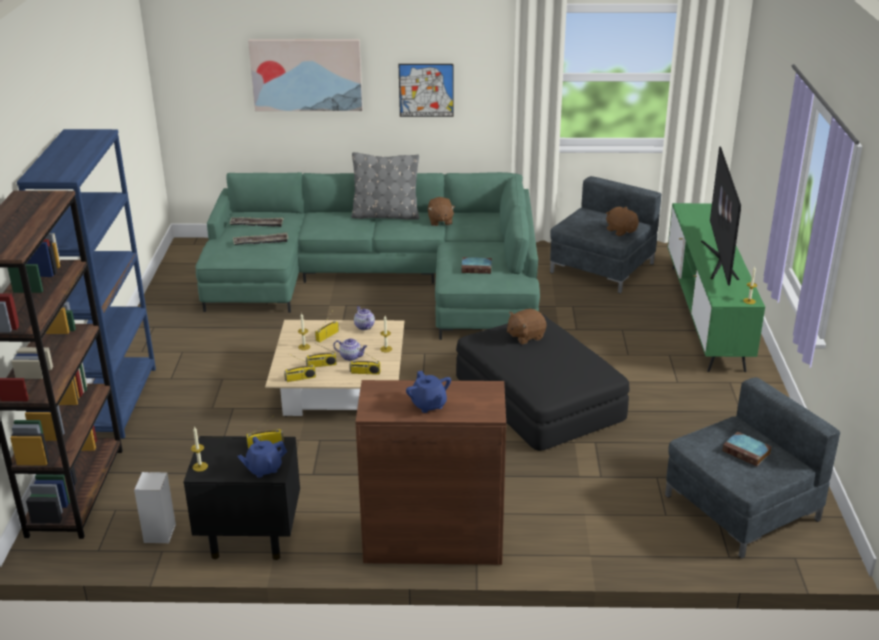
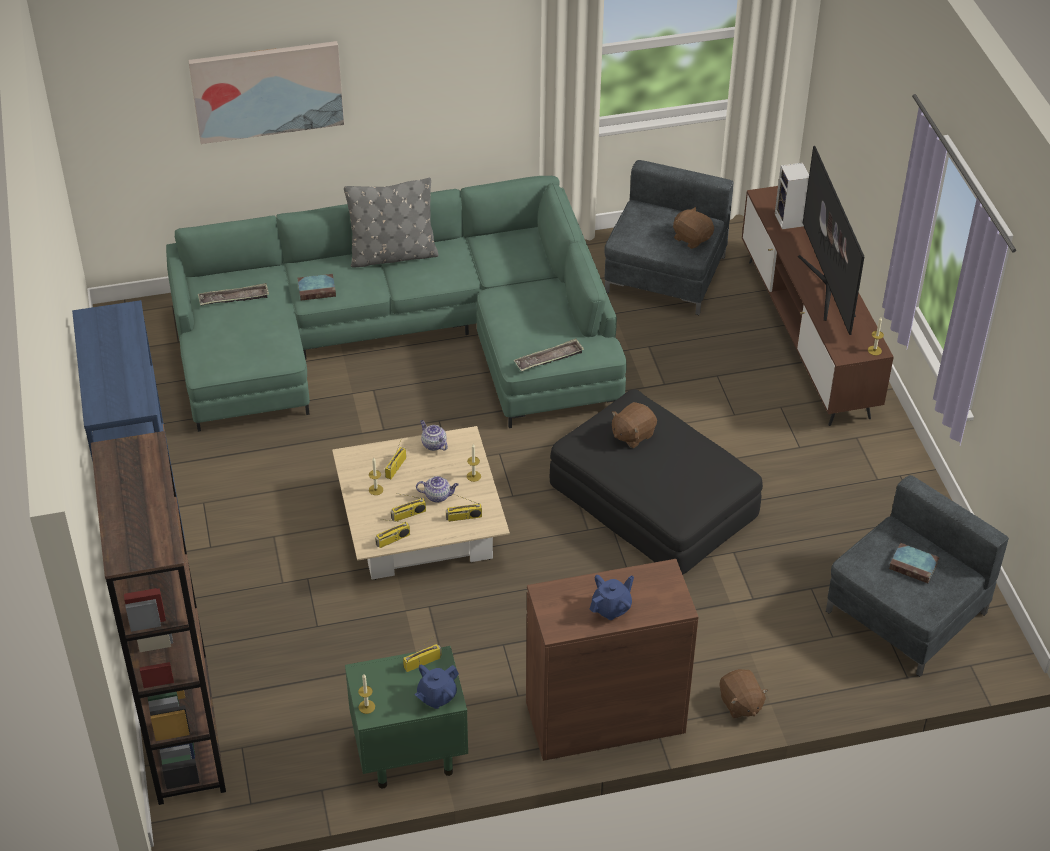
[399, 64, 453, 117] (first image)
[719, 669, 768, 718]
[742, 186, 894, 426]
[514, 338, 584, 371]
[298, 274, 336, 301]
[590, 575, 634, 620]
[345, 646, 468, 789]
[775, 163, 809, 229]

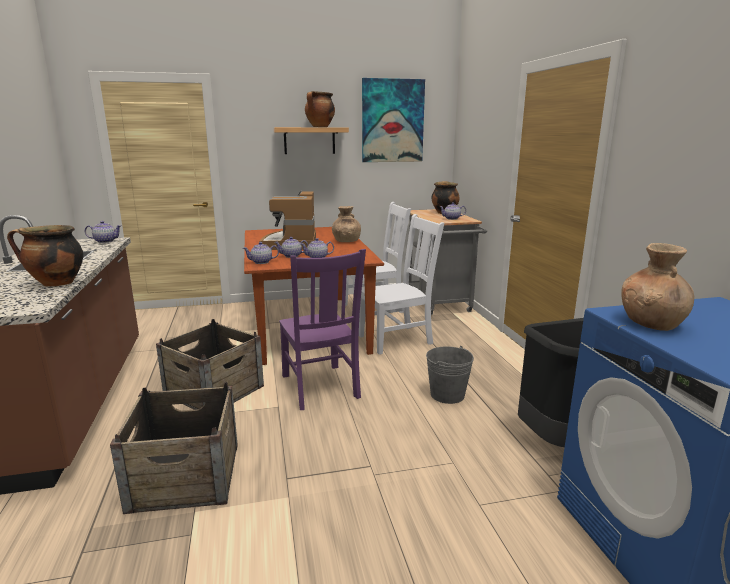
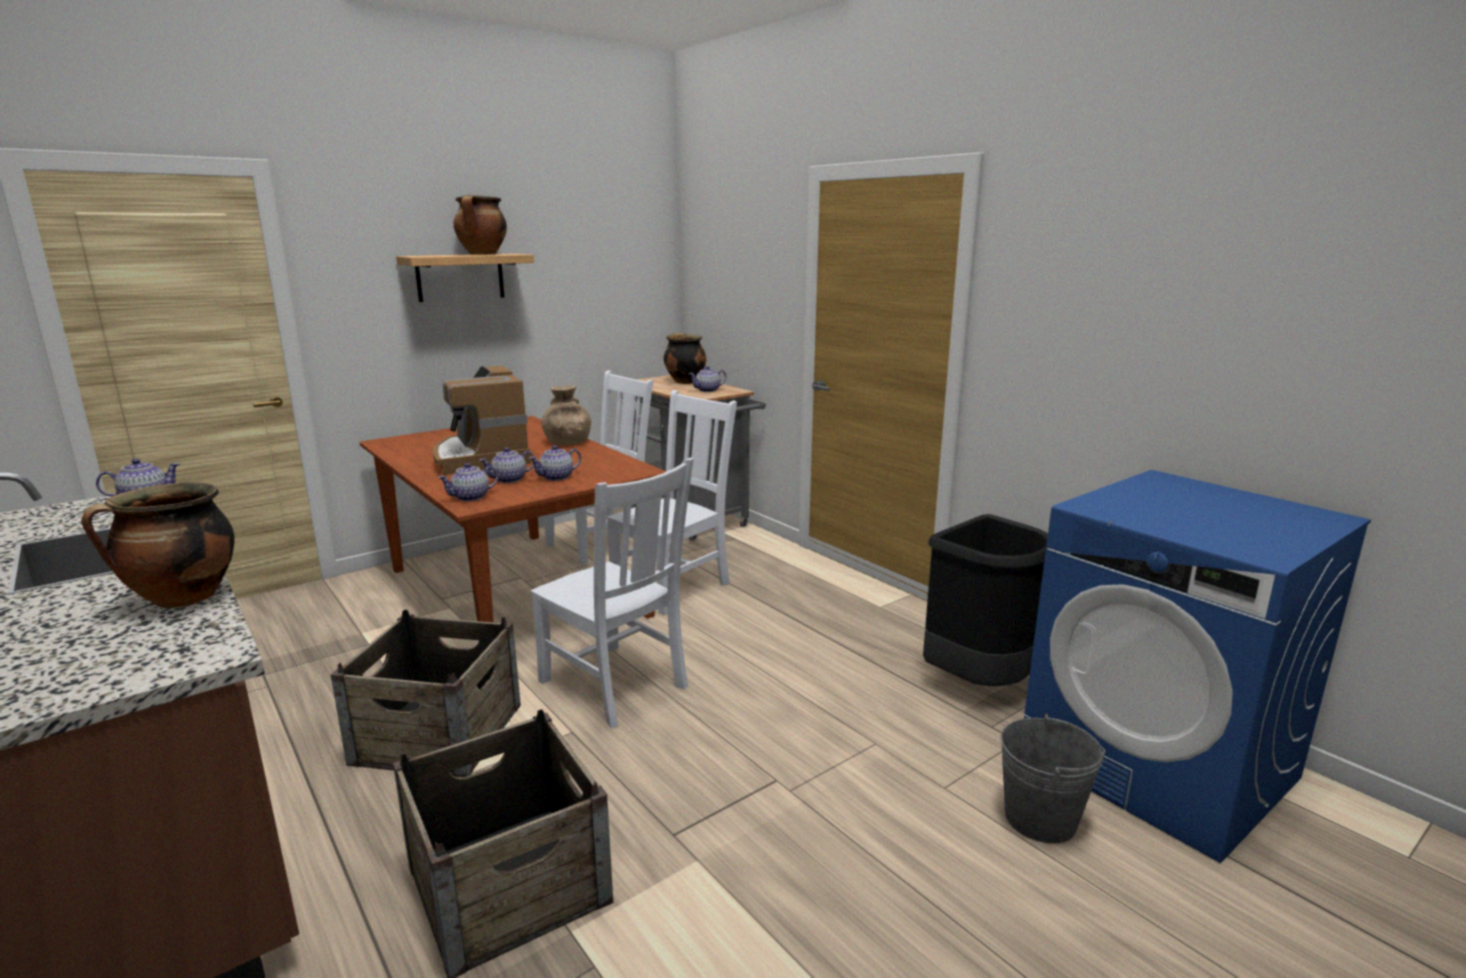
[362, 78, 425, 162] (first image)
[621, 243, 694, 331] (first image)
[531, 458, 694, 728]
[1001, 713, 1105, 844]

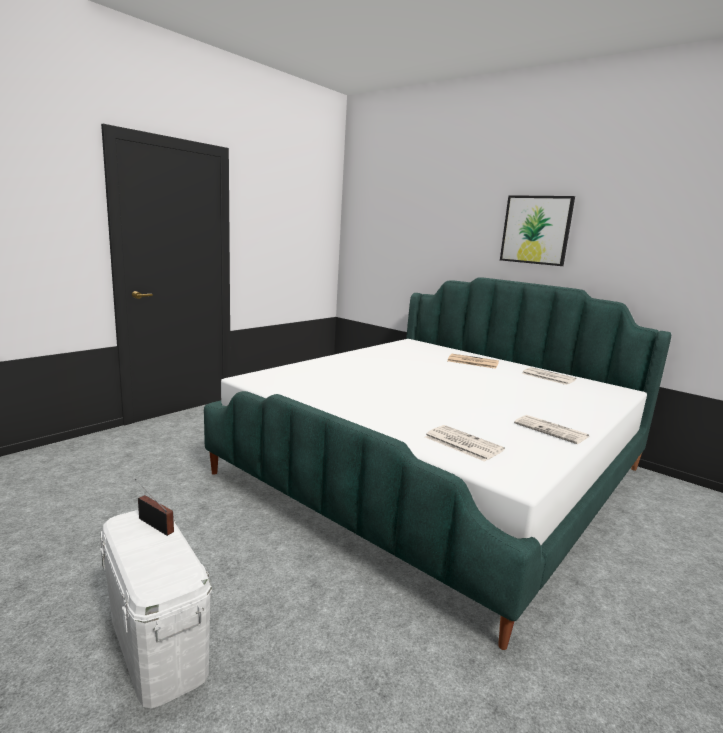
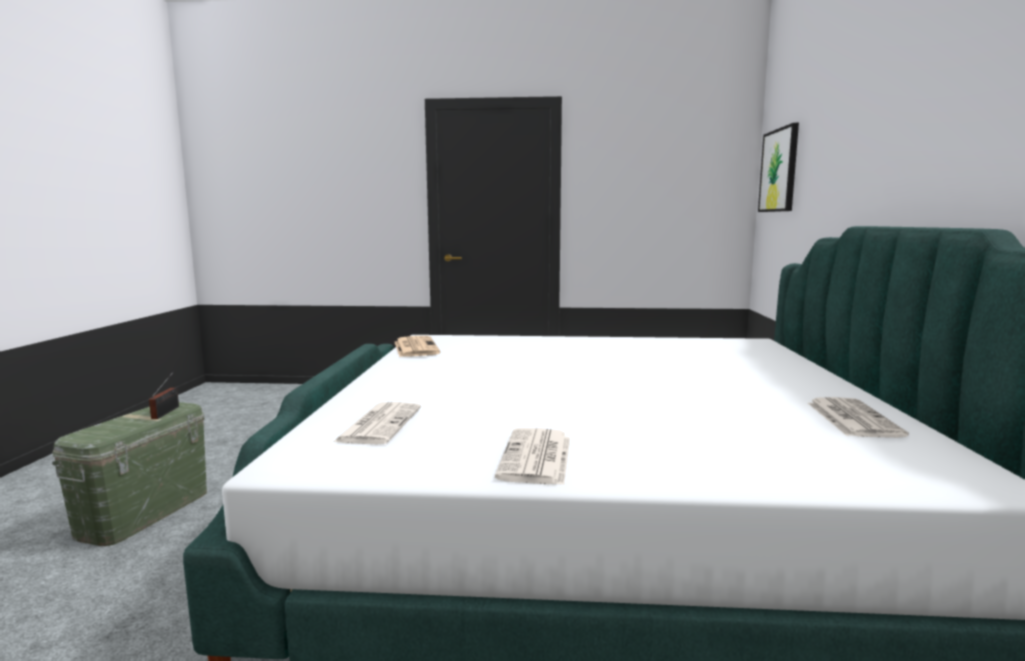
[758, 123, 799, 212]
[395, 336, 441, 357]
[52, 402, 207, 546]

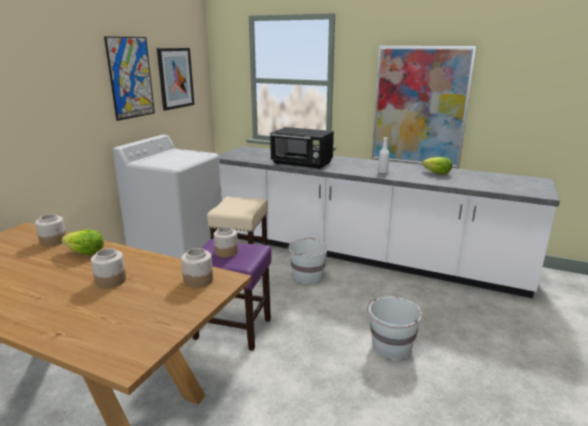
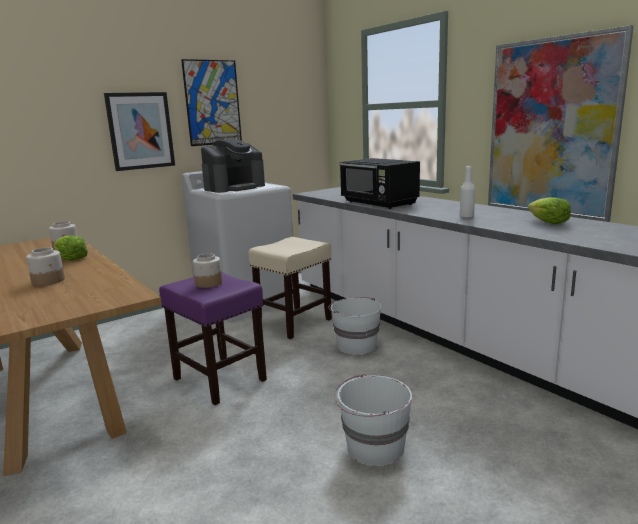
[104, 92, 175, 171]
[181, 248, 213, 288] (first image)
[201, 139, 265, 193]

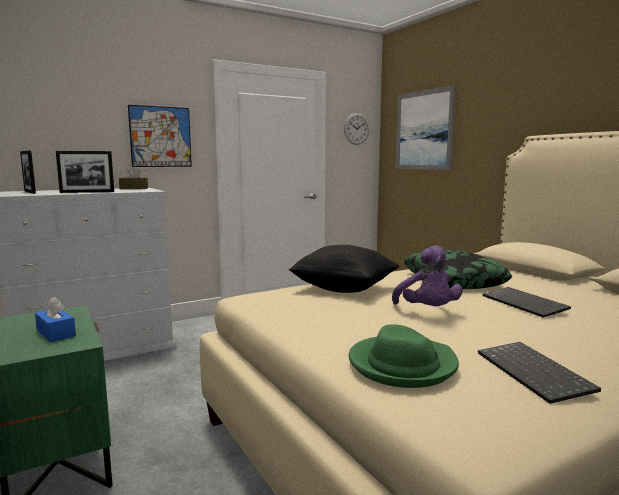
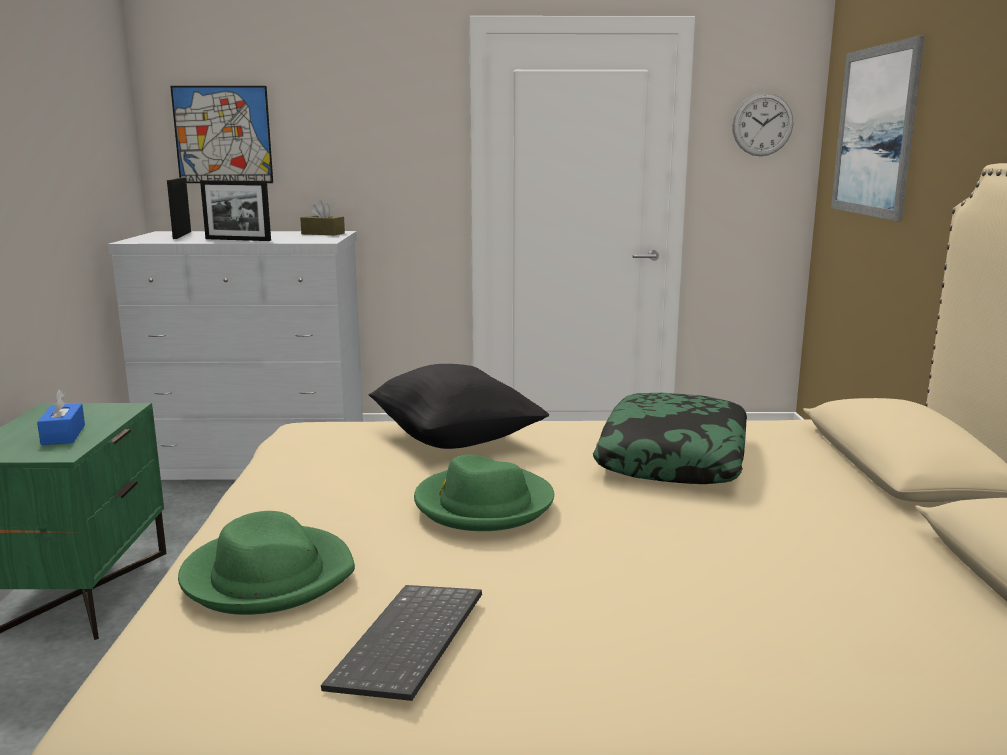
[170, 86, 273, 183]
[414, 454, 554, 531]
[483, 287, 571, 318] (first image)

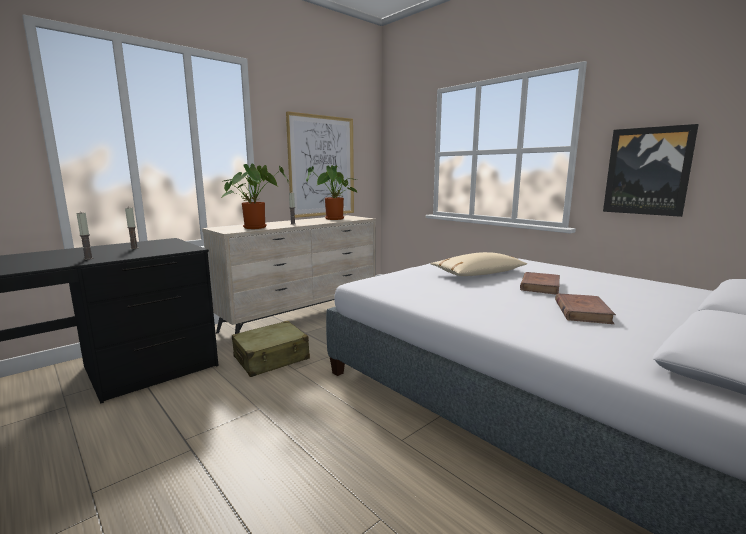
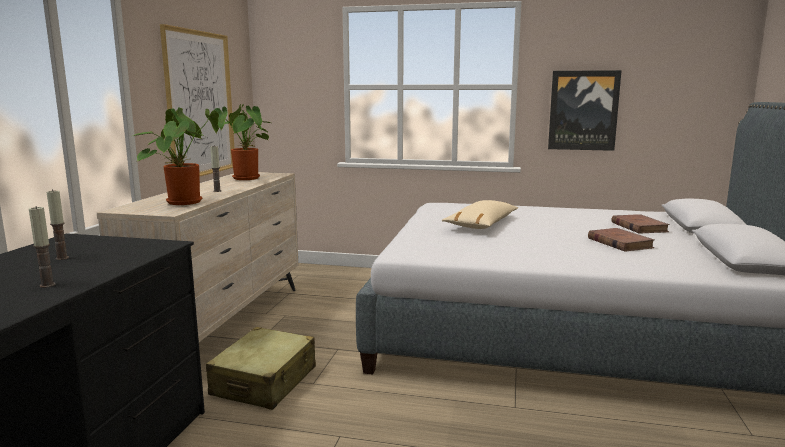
[611, 214, 670, 234]

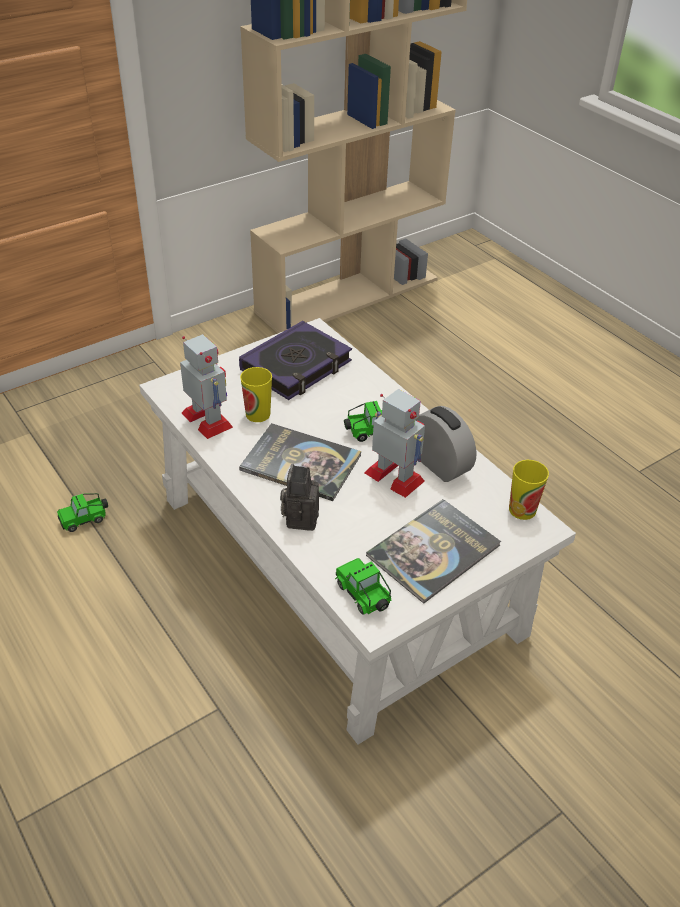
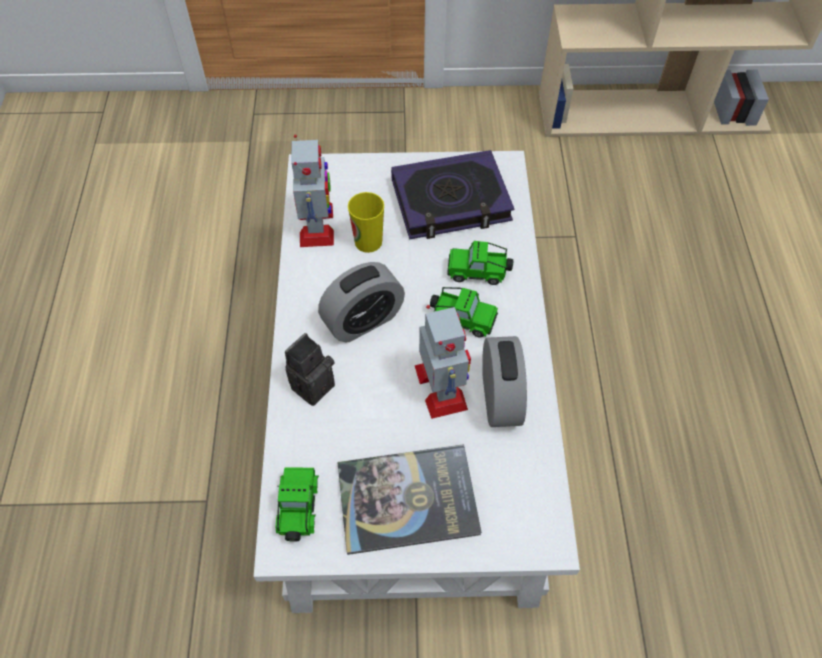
[318, 262, 405, 342]
[509, 460, 549, 520] (first image)
[447, 241, 513, 285]

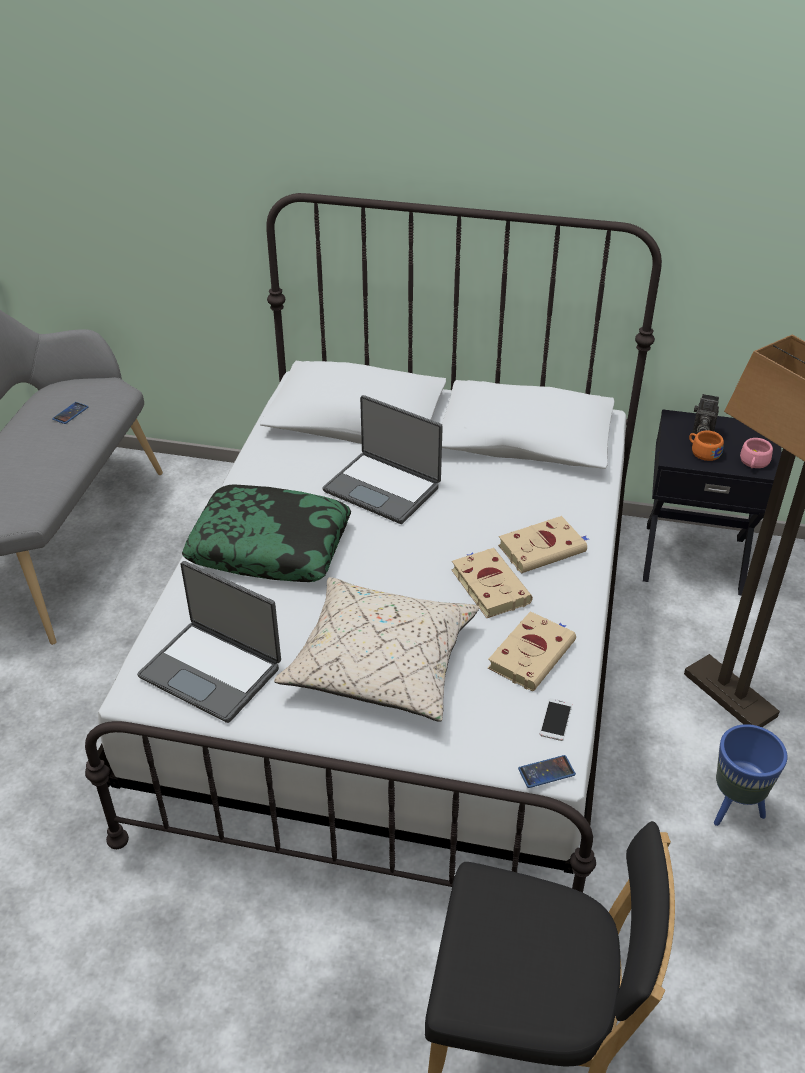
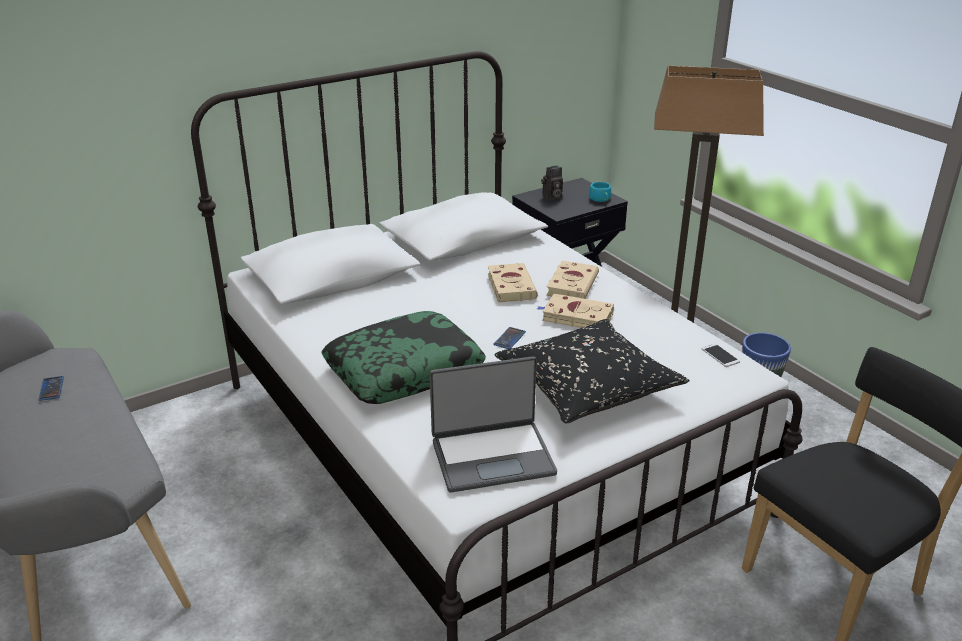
[323, 395, 443, 524] (first image)
[689, 430, 724, 461] (first image)
[589, 182, 611, 202]
[495, 319, 689, 424]
[488, 263, 538, 303]
[493, 327, 526, 349]

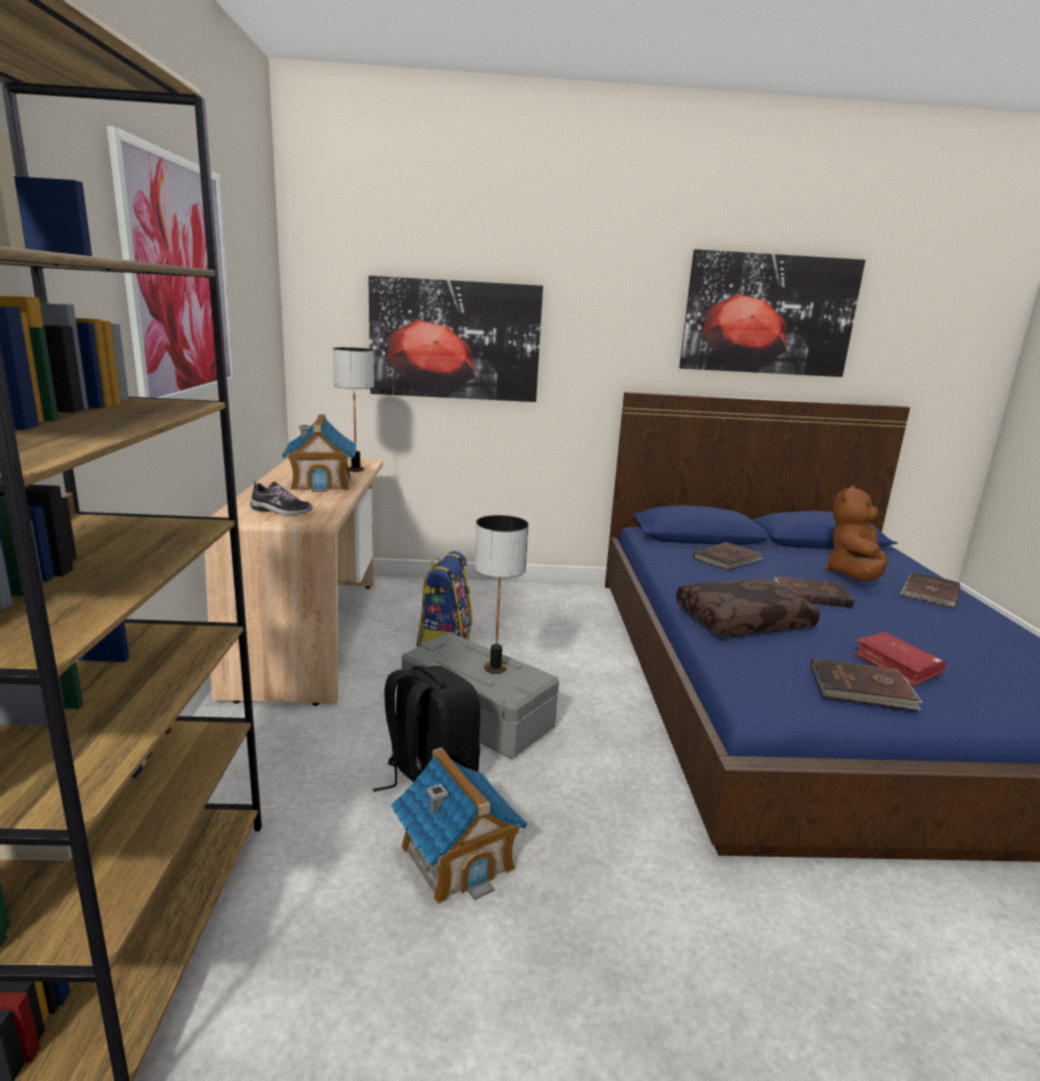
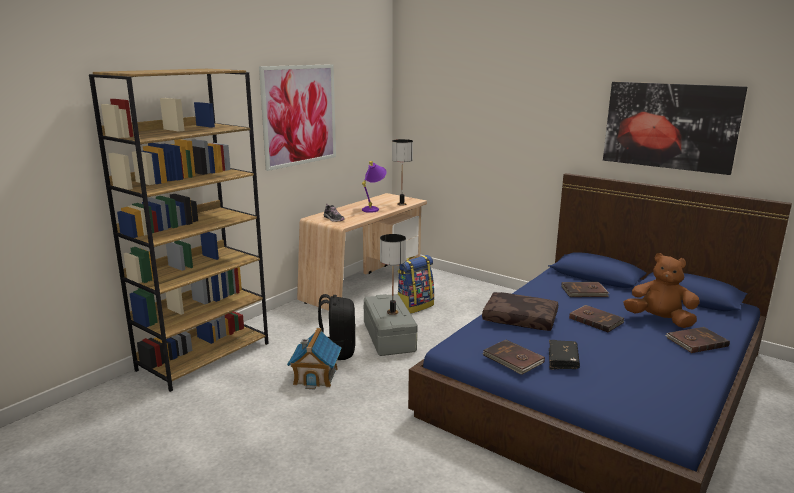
[368, 276, 543, 402] (first image)
[362, 161, 387, 213]
[623, 253, 700, 328]
[549, 340, 580, 370]

